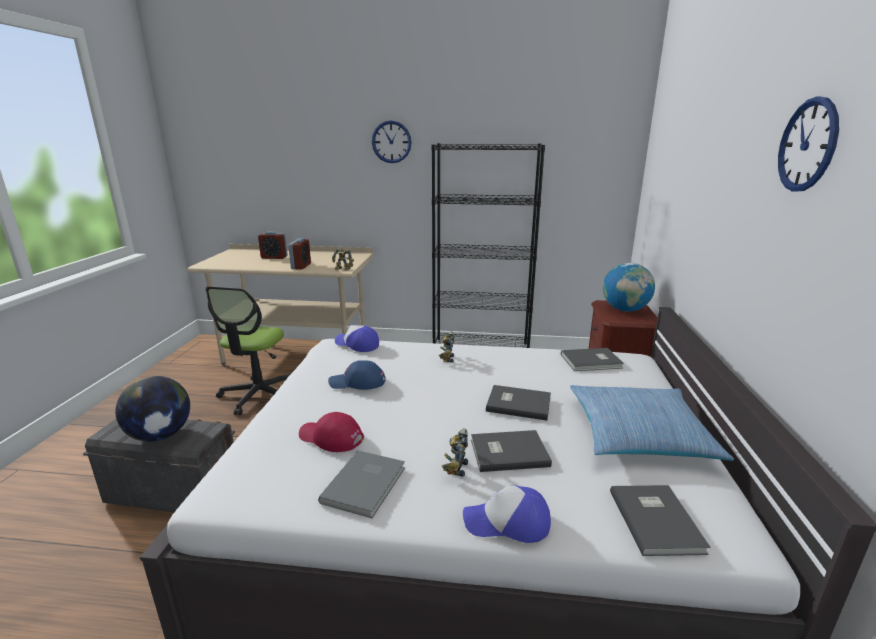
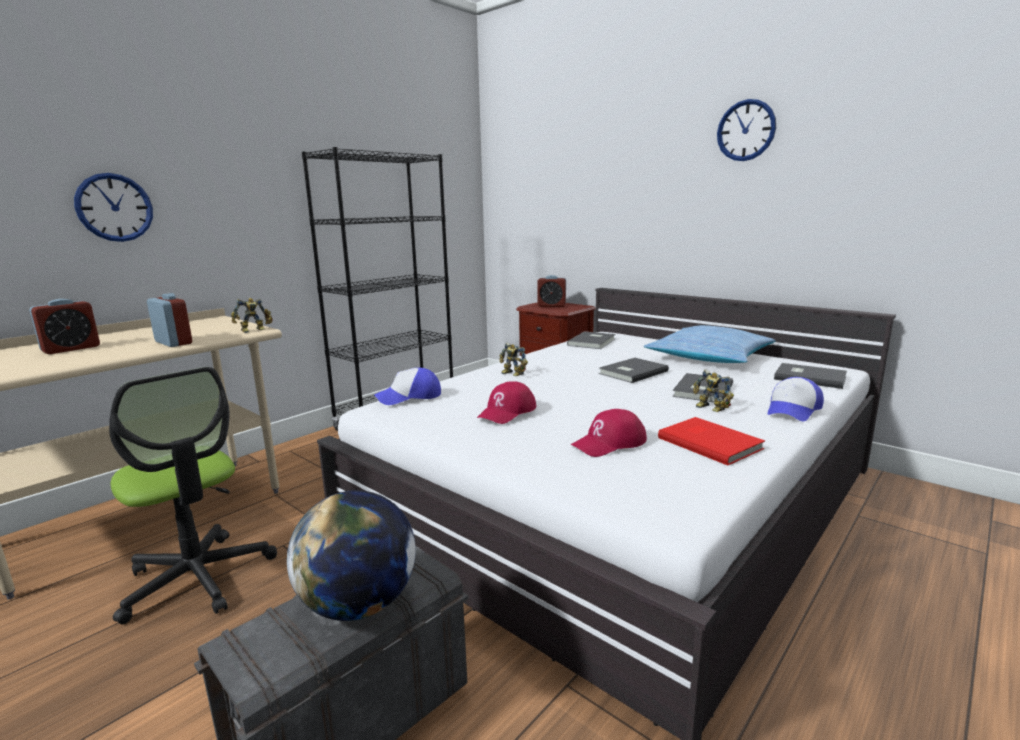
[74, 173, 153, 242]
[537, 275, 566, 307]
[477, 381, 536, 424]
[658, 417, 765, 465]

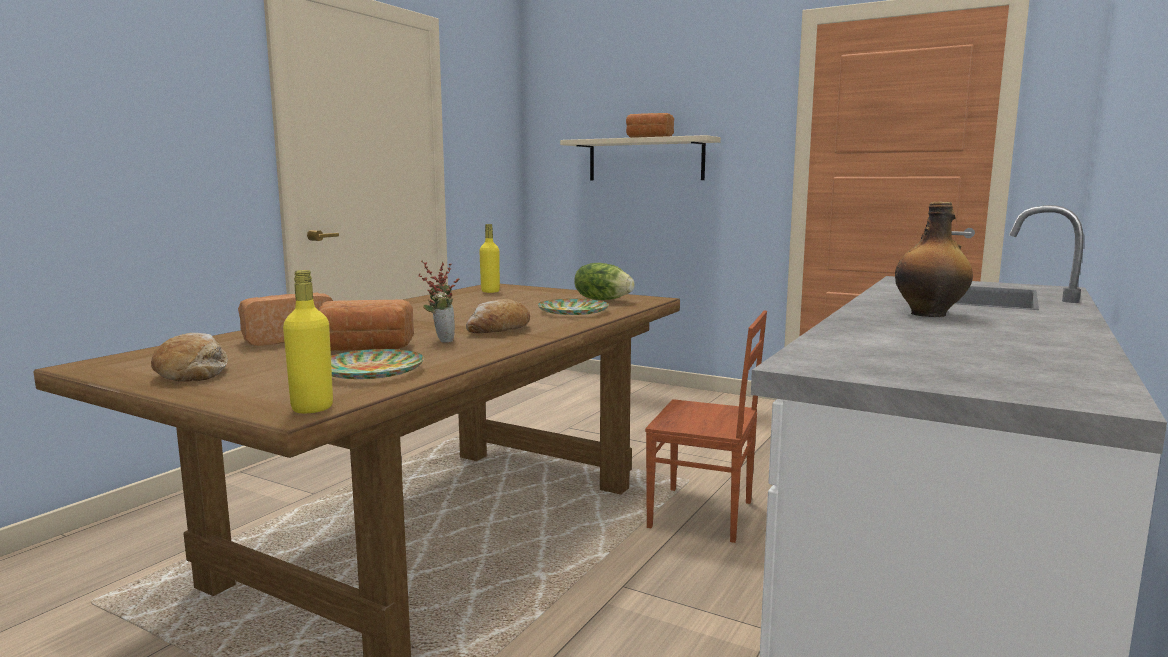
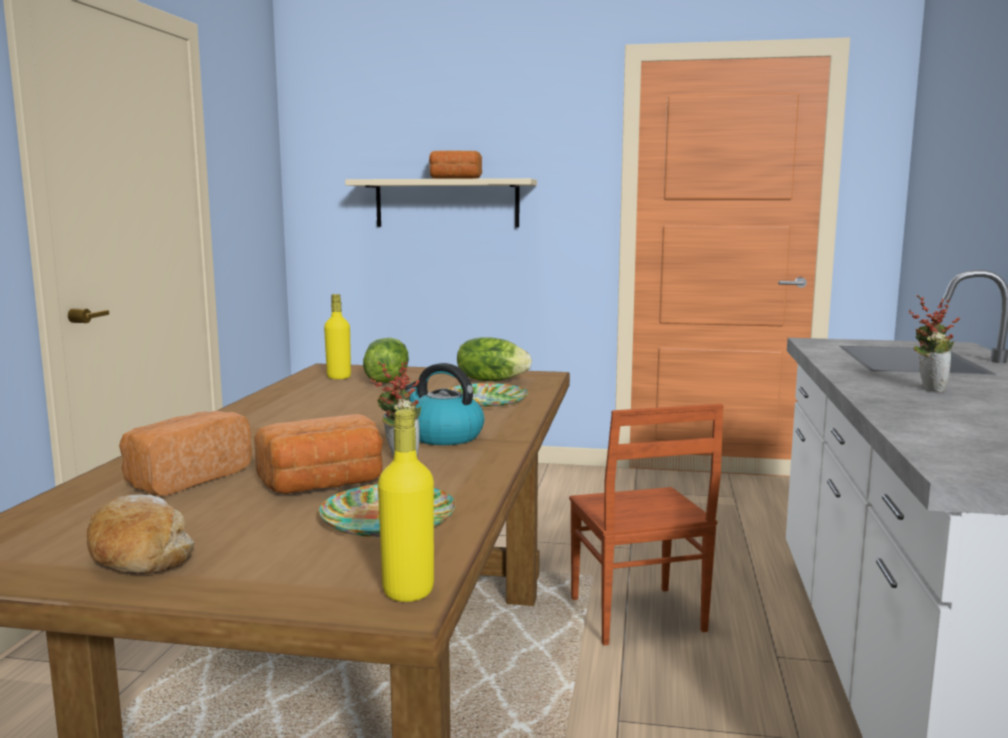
[908, 295, 960, 392]
[405, 363, 484, 445]
[569, 404, 724, 645]
[363, 338, 409, 383]

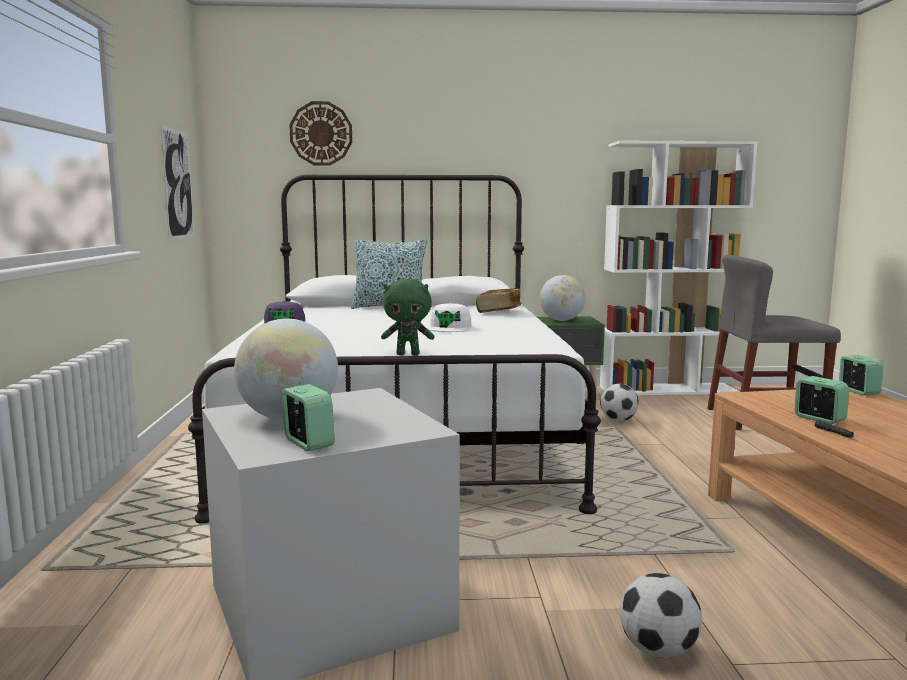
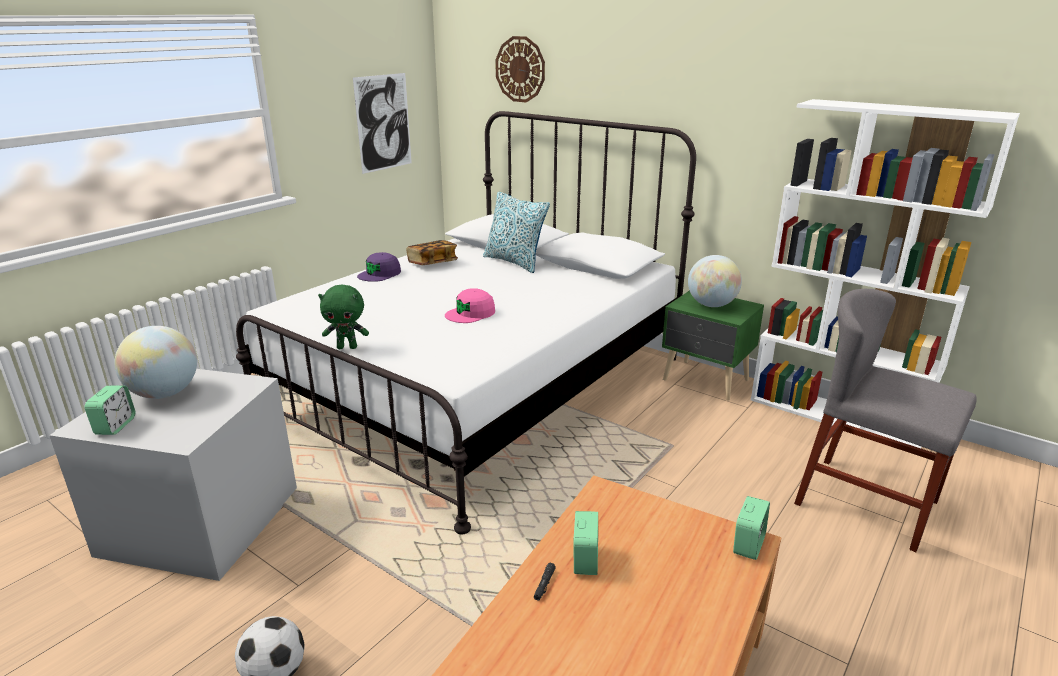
[318, 285, 369, 349]
[406, 240, 458, 265]
[445, 288, 495, 323]
[600, 384, 639, 421] (first image)

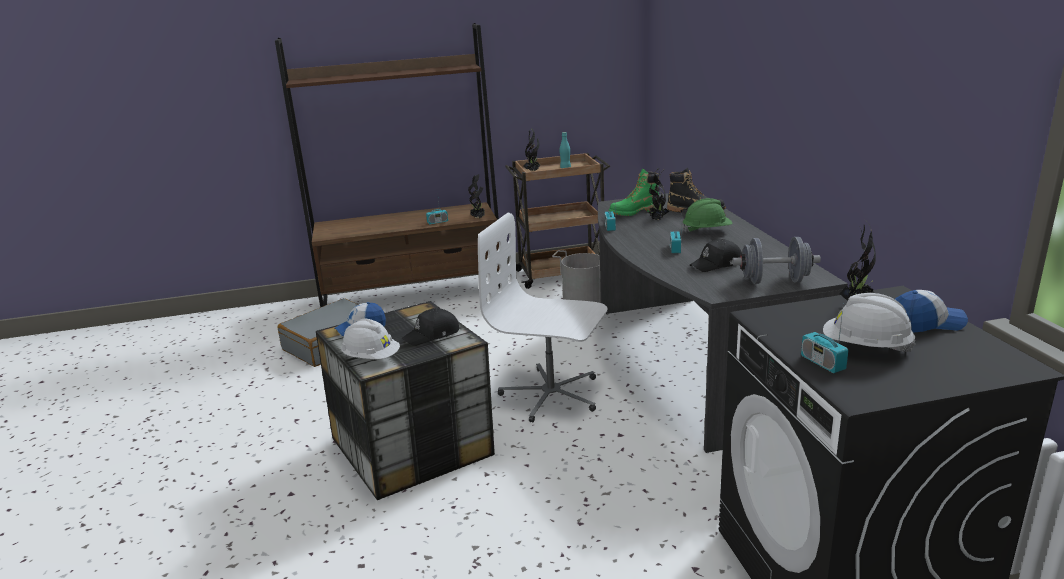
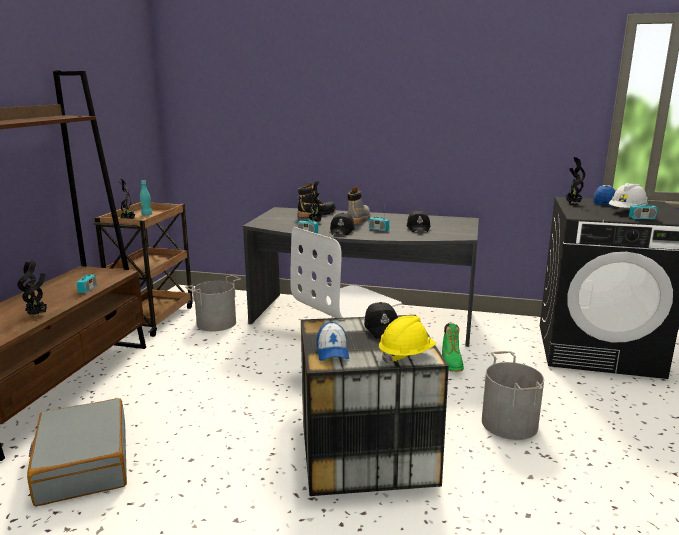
[442, 323, 464, 372]
[17, 259, 47, 316]
[347, 187, 370, 224]
[732, 237, 821, 284] (first image)
[379, 315, 436, 364]
[330, 213, 354, 235]
[482, 351, 544, 440]

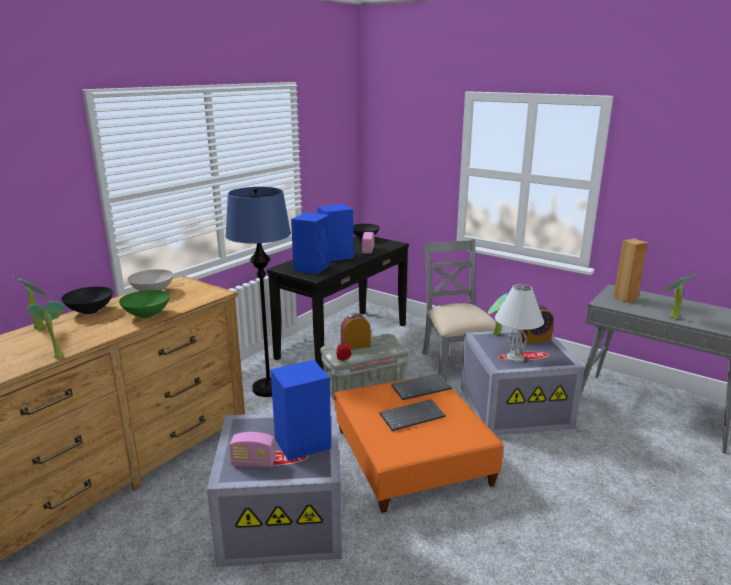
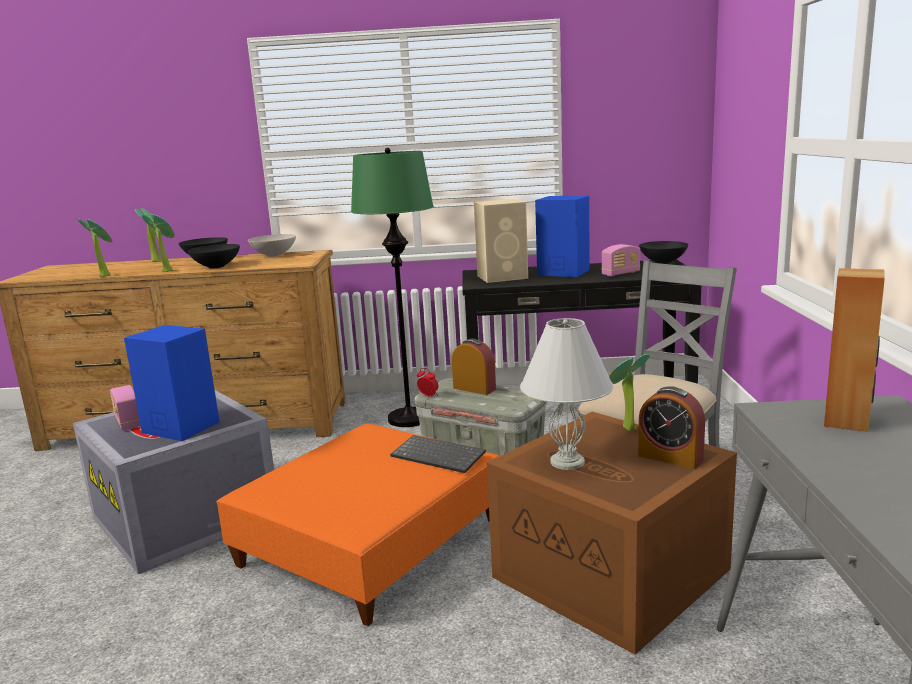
[351, 148, 434, 427]
[474, 199, 528, 283]
[142, 214, 175, 272]
[187, 244, 240, 268]
[487, 412, 737, 655]
[380, 399, 446, 431] (first image)

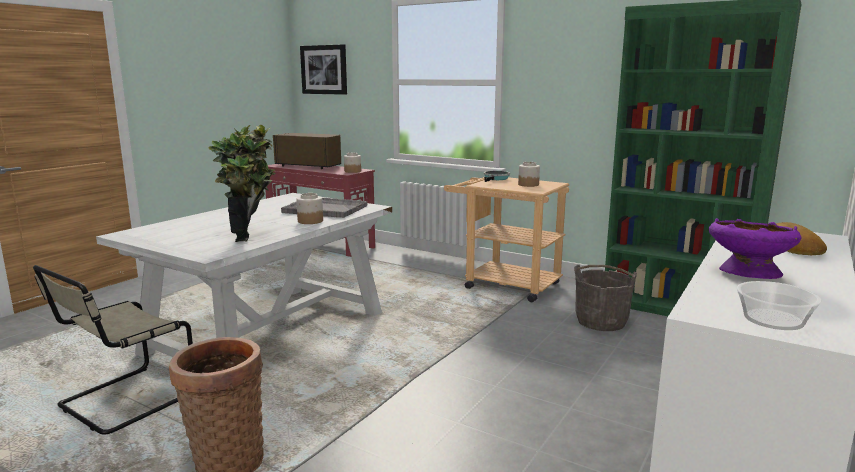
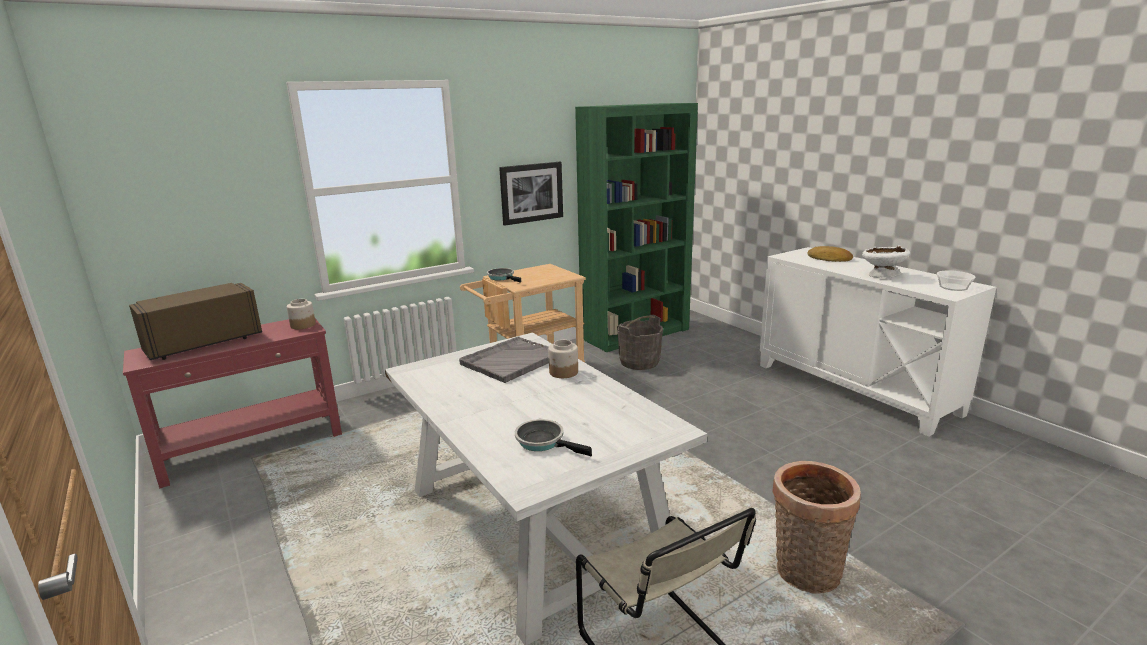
[499, 162, 563, 226]
[208, 125, 276, 242] (first image)
[518, 162, 540, 187] (first image)
[862, 245, 910, 278]
[515, 419, 592, 456]

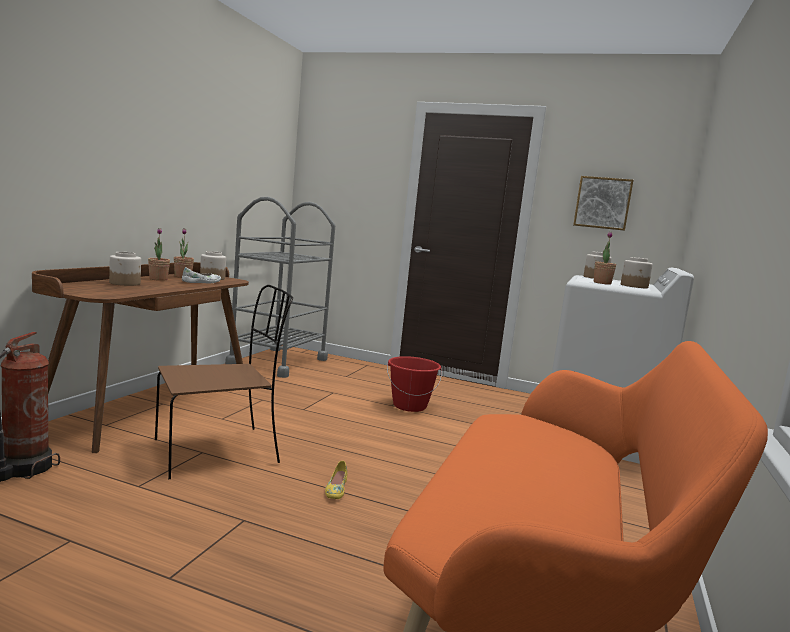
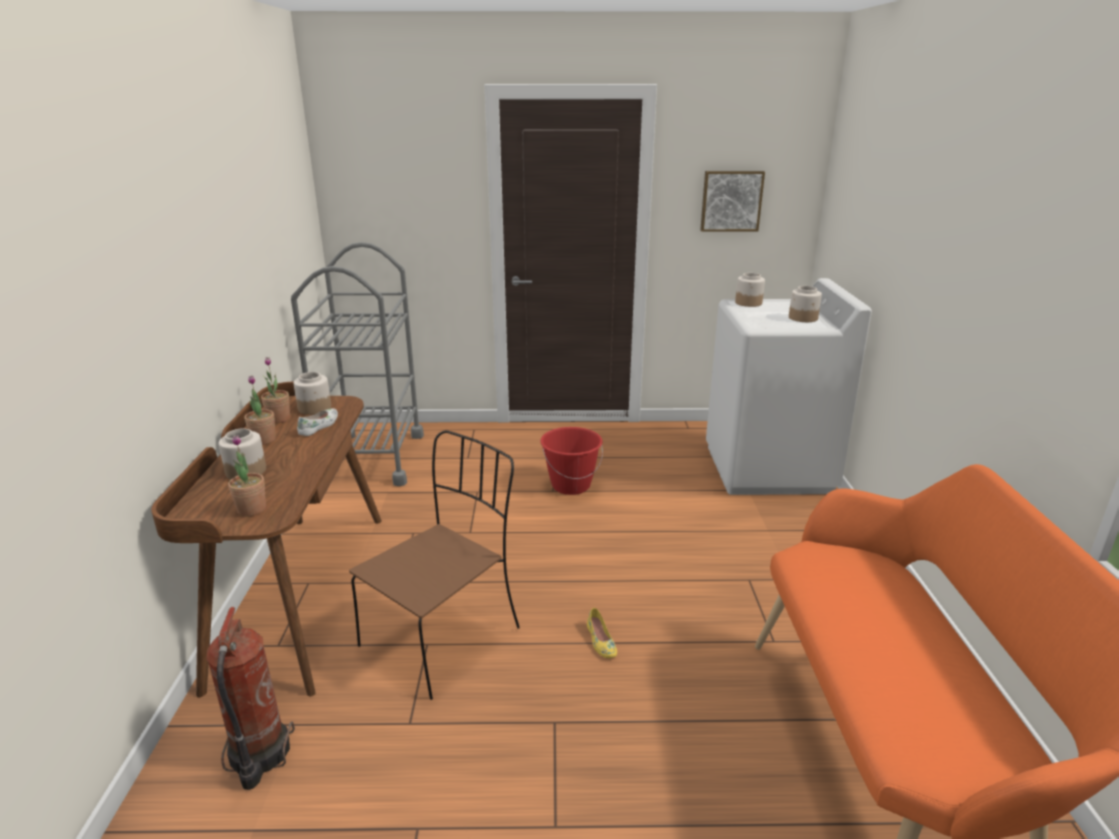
[228, 435, 266, 516]

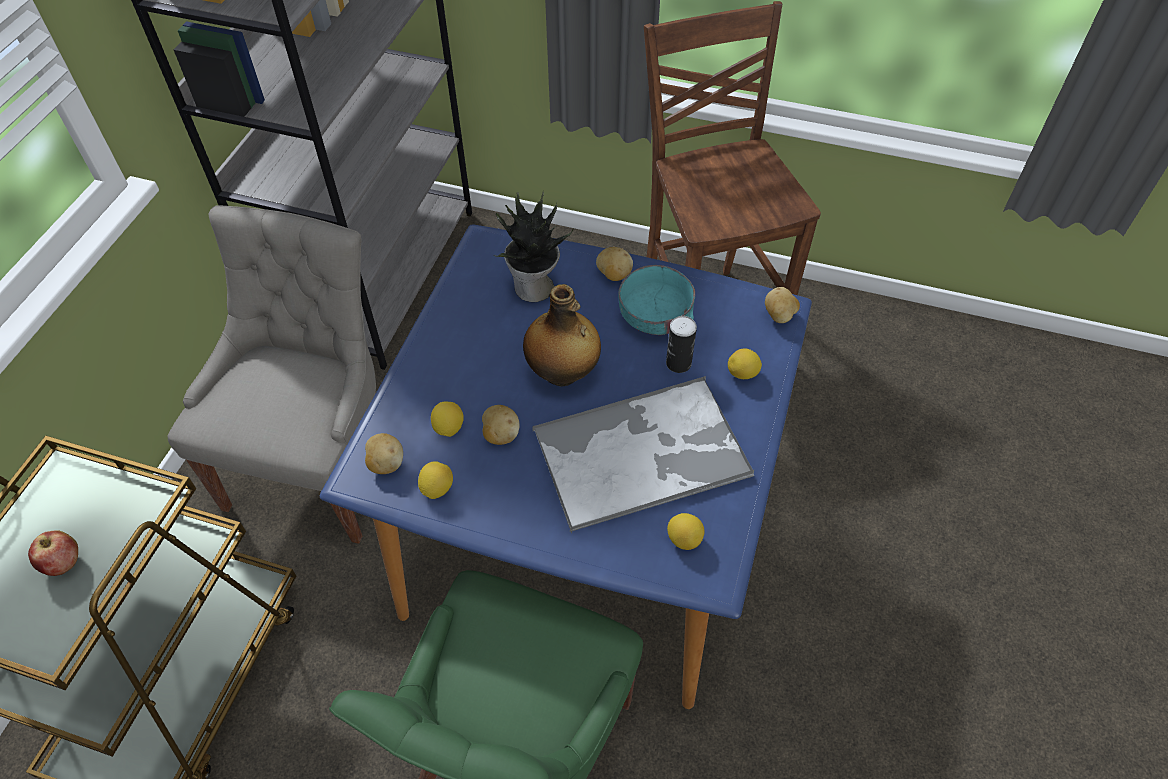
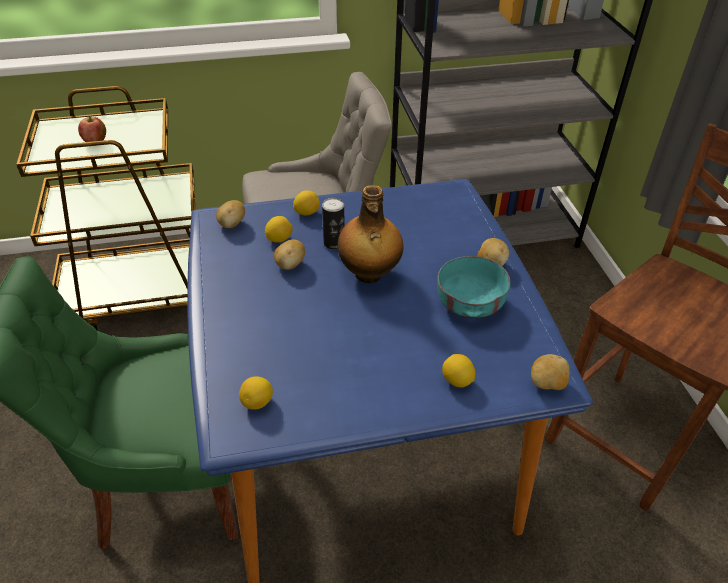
[494, 192, 573, 302] (first image)
[322, 198, 345, 250]
[532, 376, 754, 534] (first image)
[293, 190, 320, 215]

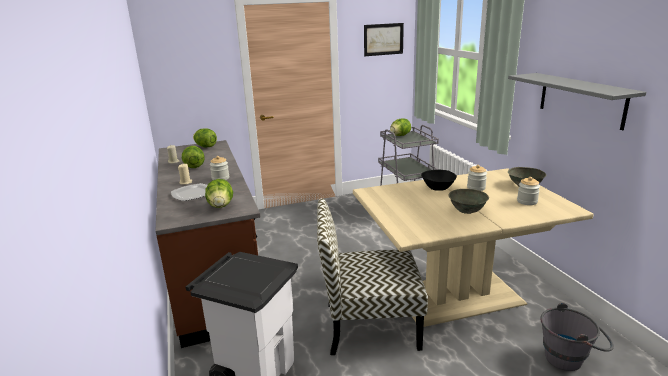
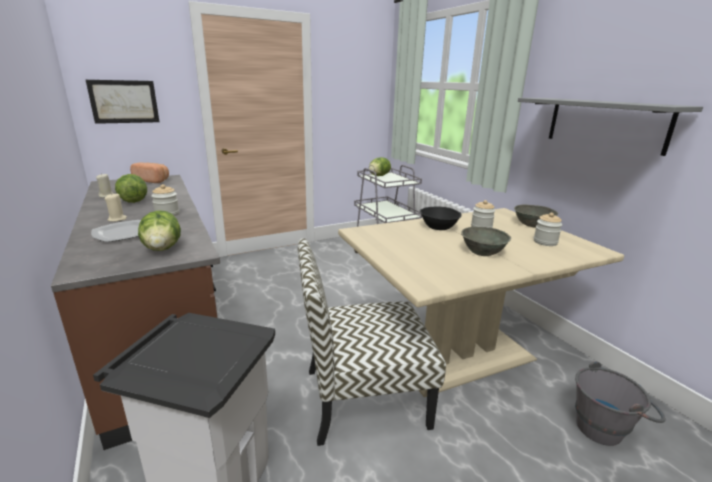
[86, 80, 159, 124]
[130, 163, 169, 183]

